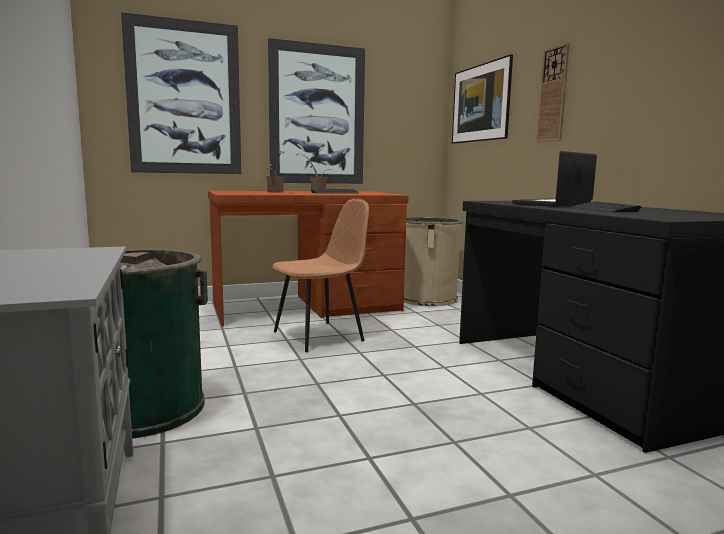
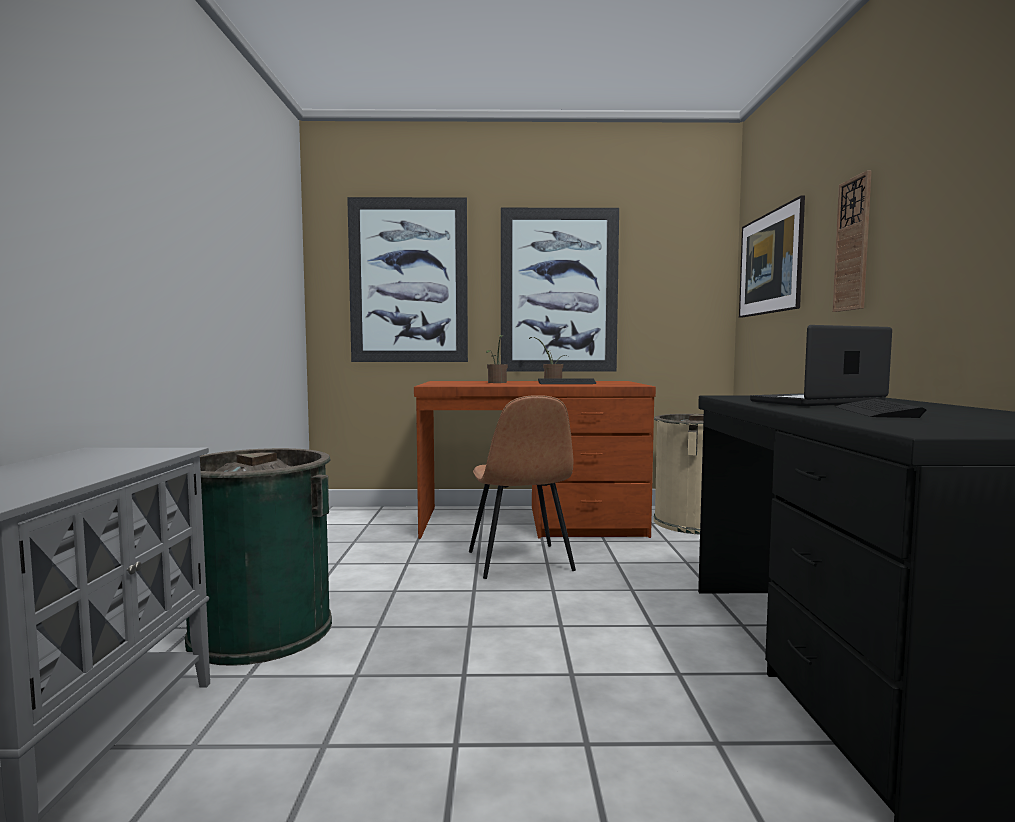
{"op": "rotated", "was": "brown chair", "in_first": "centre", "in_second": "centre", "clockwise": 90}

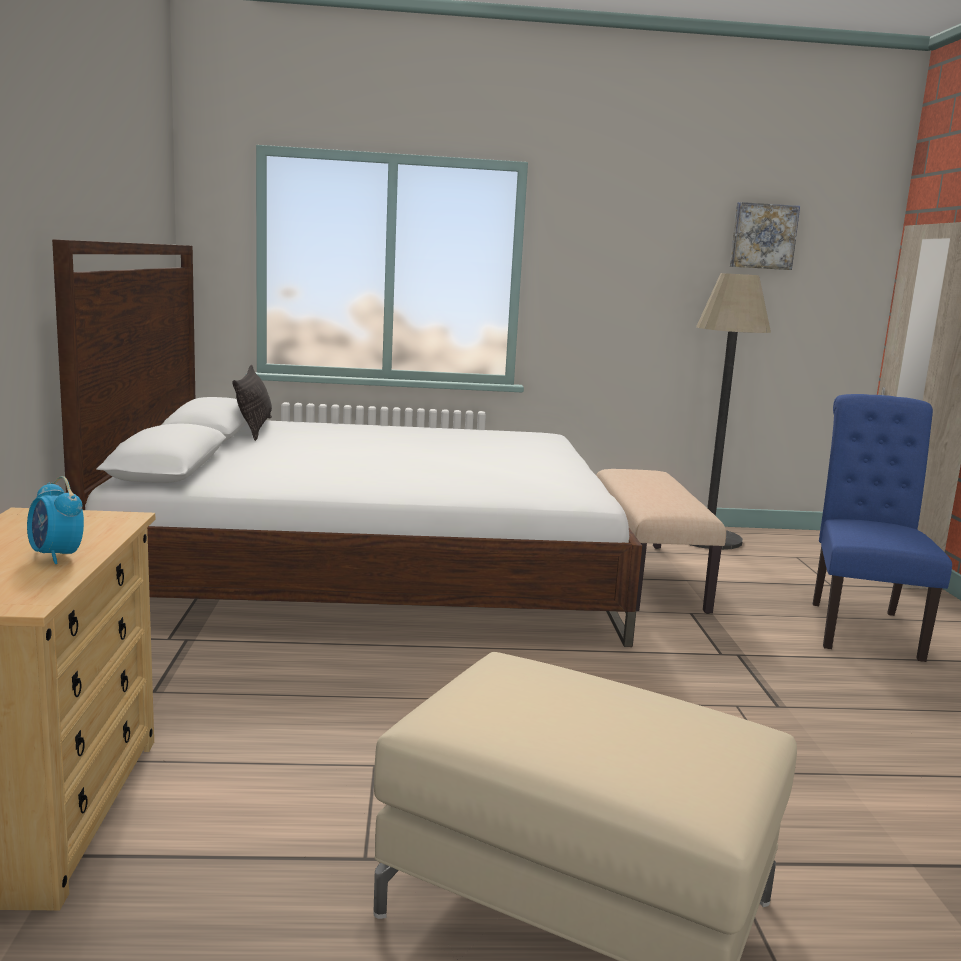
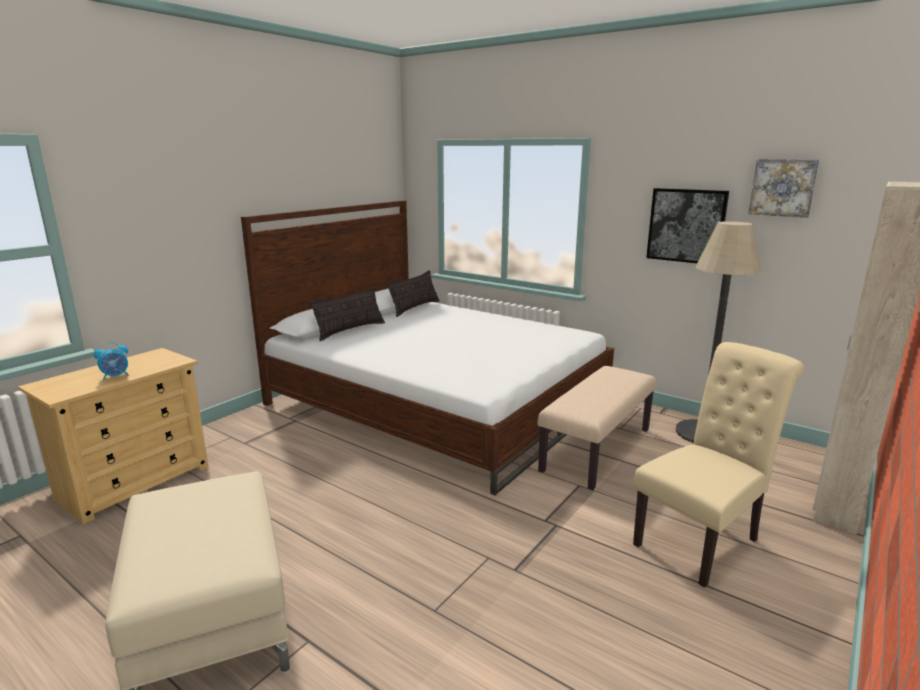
{"op": "repainted", "was": "blue chair", "now": "beige chair", "in_first": "middle right", "in_second": "bottom right"}
{"op": "rotated", "was": "alarm clock", "in_first": "middle left", "in_second": "middle left", "clockwise": -120}
{"op": "new", "now": "picture (no. 1 from left)", "in_second": "top right"}
{"op": "new", "now": "pillow (no. 1 from left)", "in_second": "centre"}

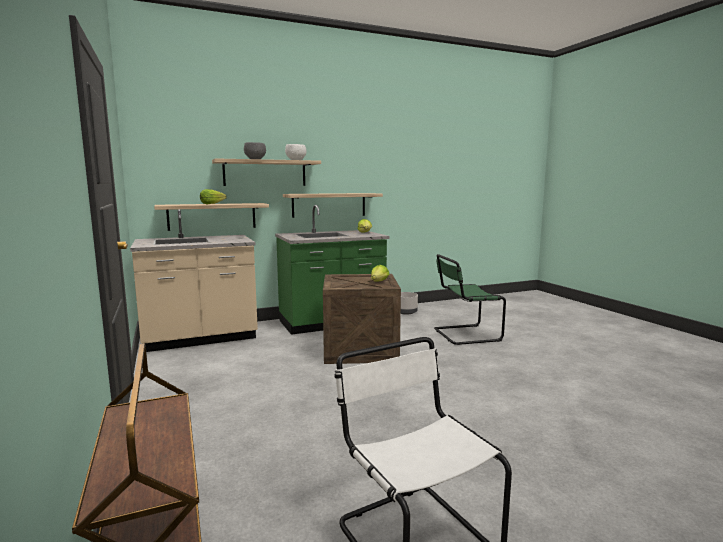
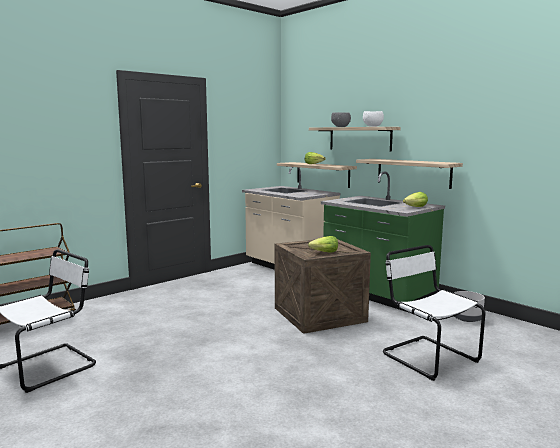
{"op": "repainted", "was": "green chair", "now": "white chair (no. 2 from left)", "in_first": "centre", "in_second": "bottom right"}

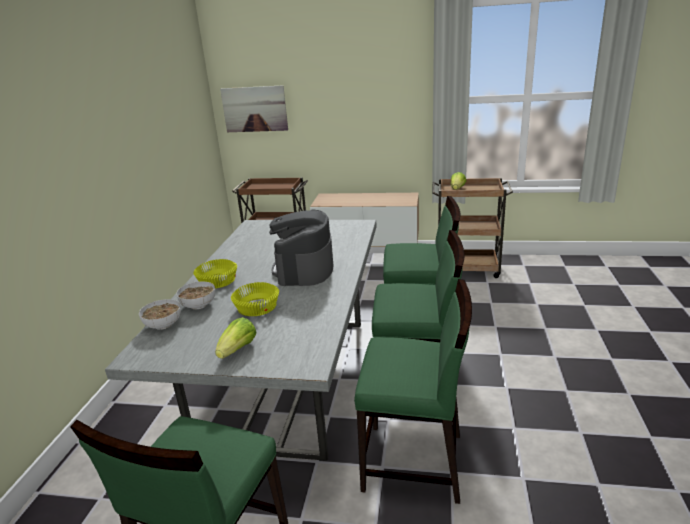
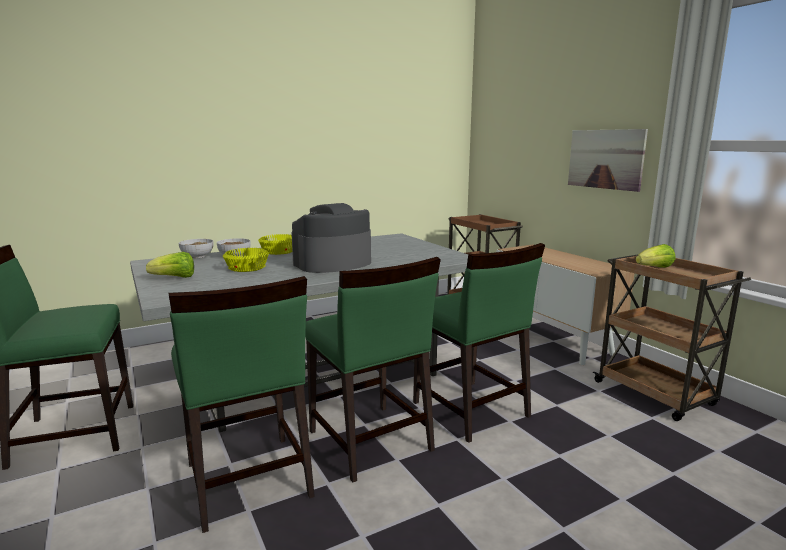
{"op": "shifted", "was": "picture", "in_first": "top centre", "in_second": "top right"}

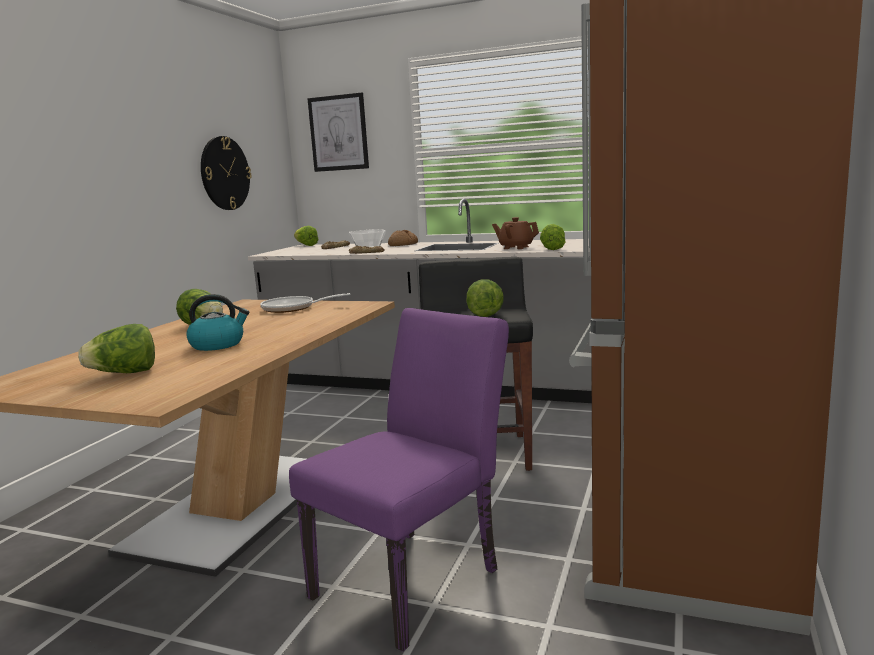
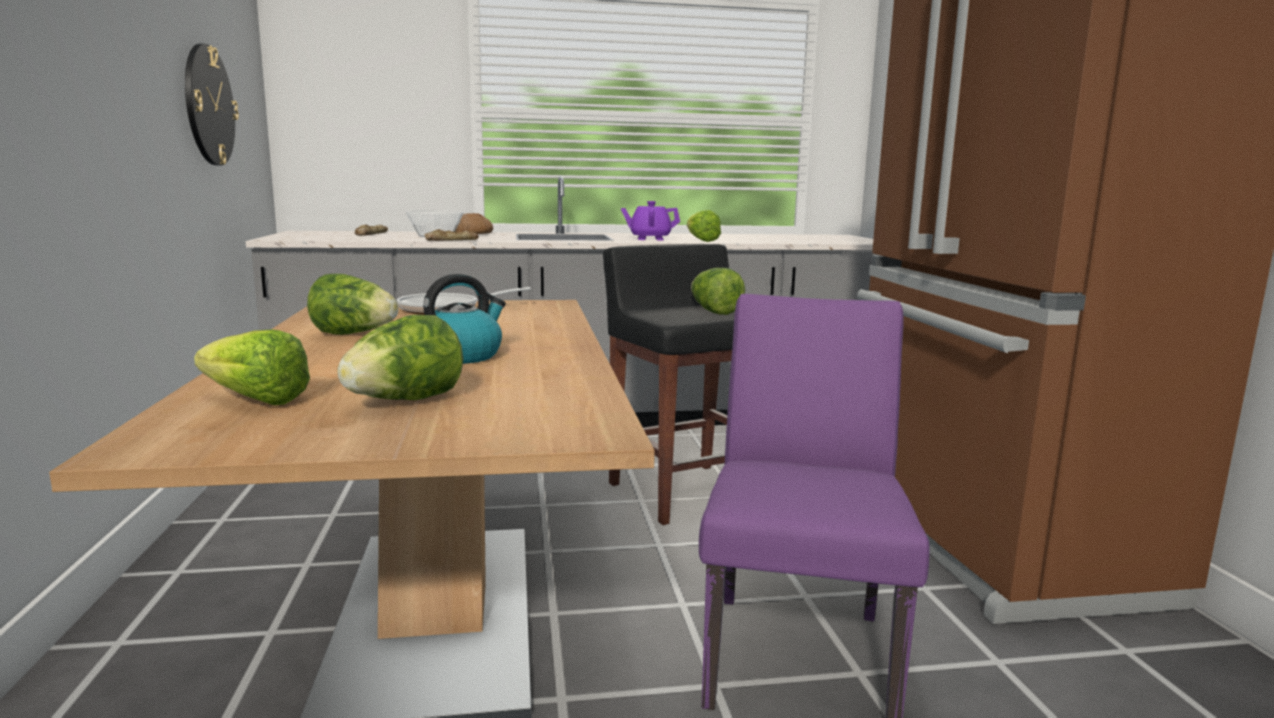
{"op": "gone", "was": "picture", "in_first": "top centre"}
{"op": "repainted", "was": "brown teapot", "now": "purple teapot", "in_first": "centre", "in_second": "top centre"}
{"op": "shifted", "was": "lettuce (no. 3 from left in the first image)", "now": "lettuce (no. 1 from left)", "in_first": "centre", "in_second": "middle left"}

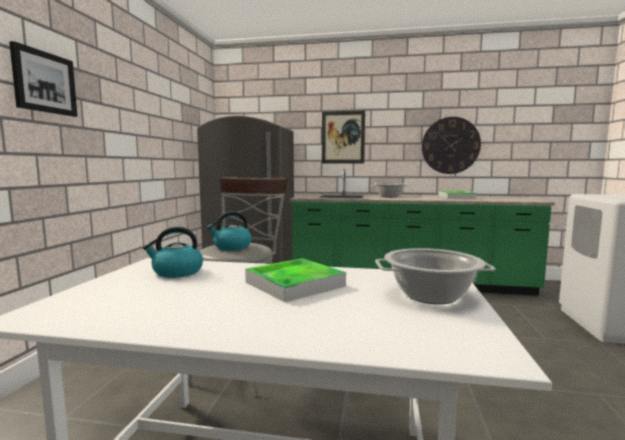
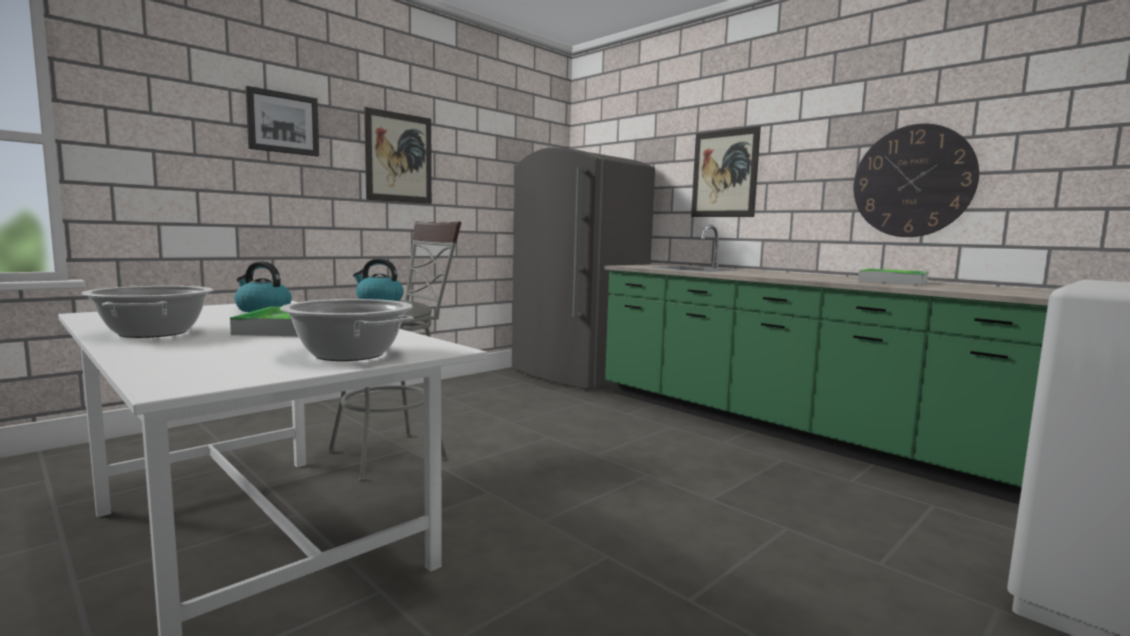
{"op": "shifted", "was": "cooking pot (no. 1 from left)", "in_first": "centre", "in_second": "middle left"}
{"op": "new", "now": "picture (no. 2 from left)", "in_second": "top centre"}

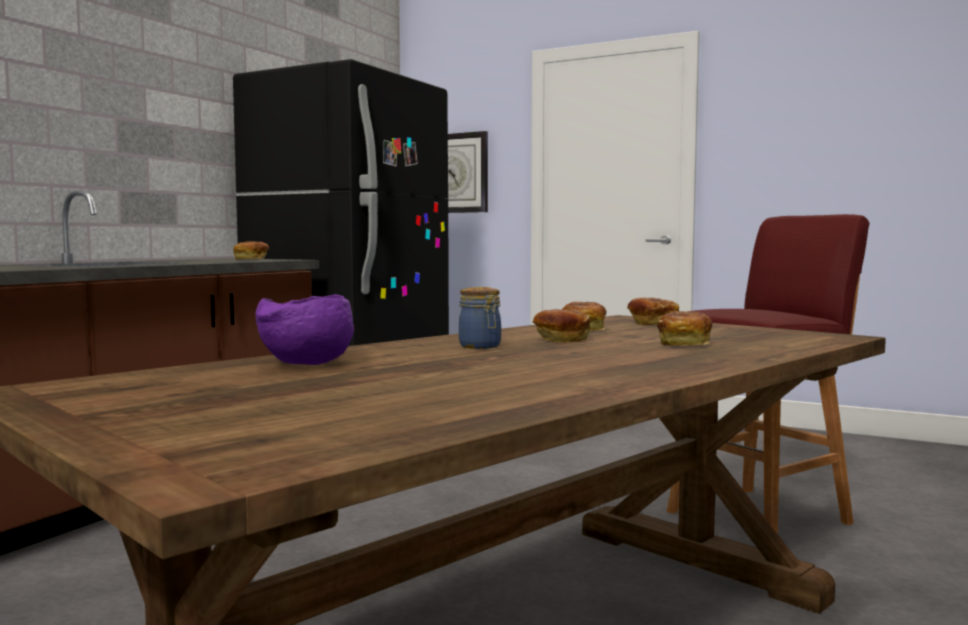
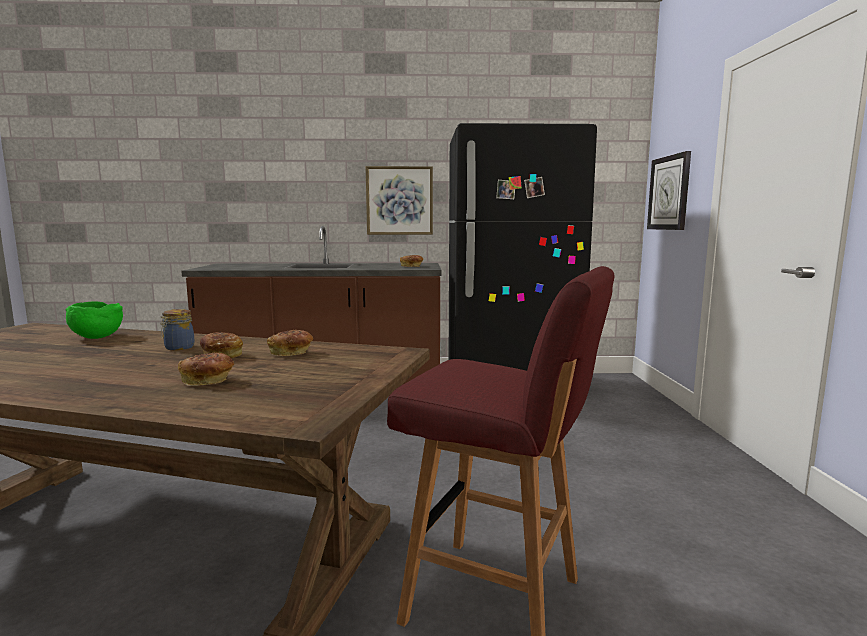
{"op": "repainted", "was": "purple bowl", "now": "green bowl", "in_first": "middle left", "in_second": "middle left"}
{"op": "gone", "was": "bread (no. 4 from left)", "in_first": "middle right"}
{"op": "new", "now": "picture", "in_second": "top centre"}

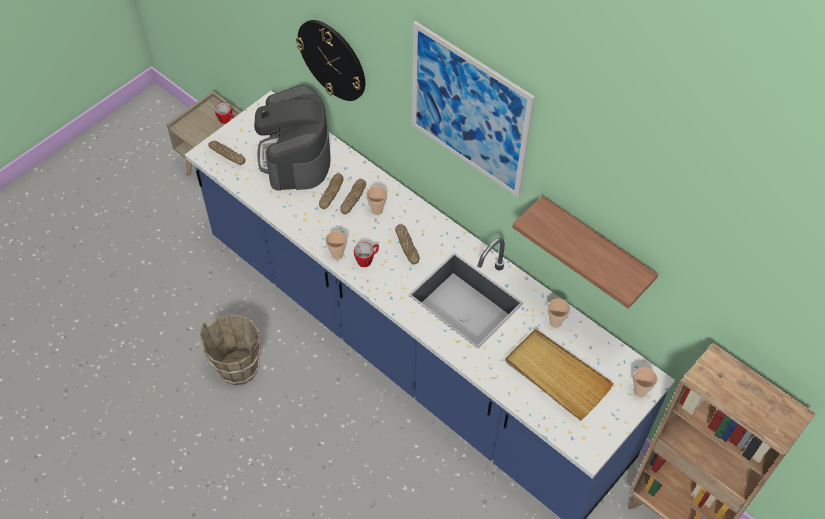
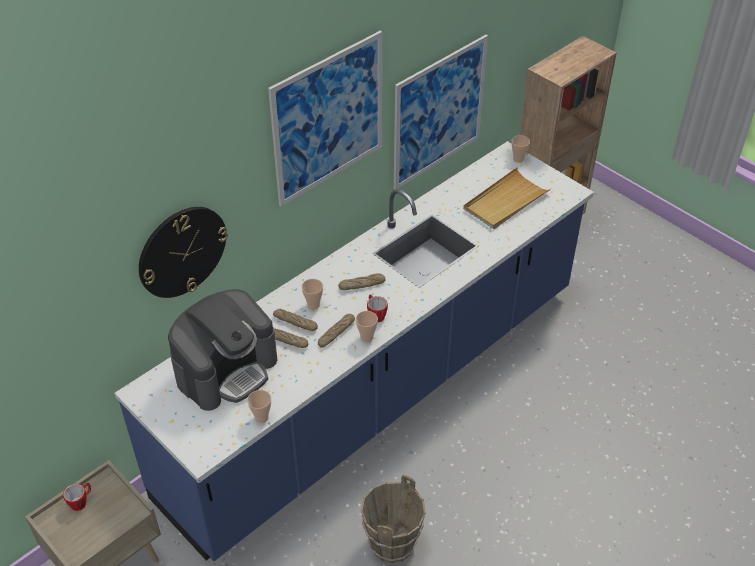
{"op": "rotated", "was": "coffee machine", "in_first": "top centre", "in_second": "middle left", "clockwise": -45}
{"op": "shifted", "was": "bread (no. 1 from left in the first image)", "now": "bread (no. 3 from left)", "in_first": "top left", "in_second": "centre"}
{"op": "swapped", "was": "shelf", "now": "picture (no. 2 from left)", "in_first": "middle right", "in_second": "top centre"}
{"op": "shifted", "was": "cup (no. 3 from left in the first image)", "now": "cup (no. 1 from left)", "in_first": "middle right", "in_second": "bottom centre"}

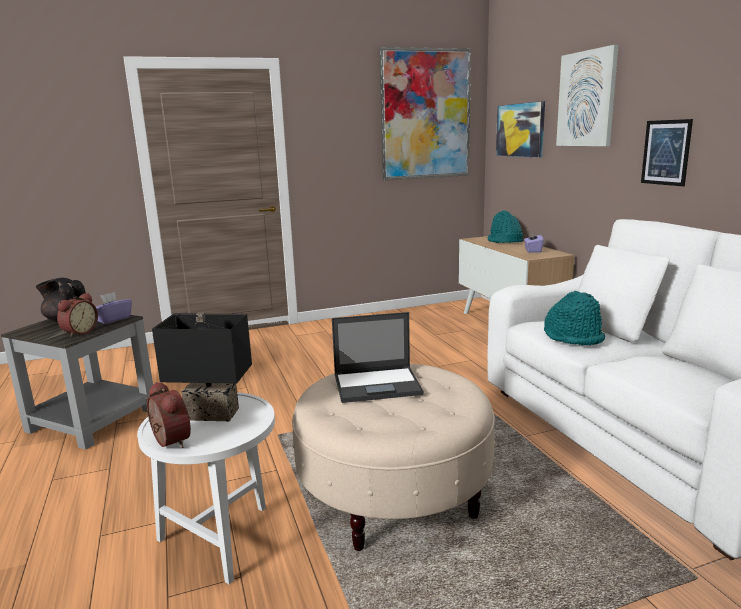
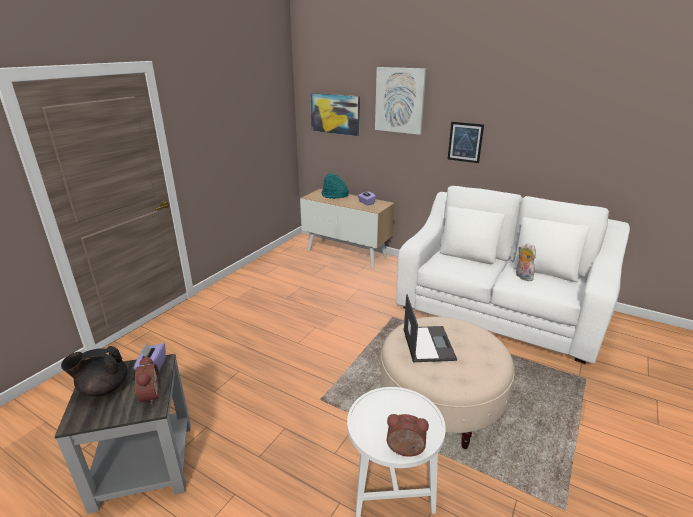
{"op": "gone", "was": "picture (no. 1 from left)", "in_first": "top centre"}
{"op": "gone", "was": "turquoise hat (no. 2 from left)", "in_first": "middle right"}
{"op": "rotated", "was": "laptop", "in_first": "centre", "in_second": "centre", "clockwise": -45}
{"op": "gone", "was": "black table lamp", "in_first": "middle left"}
{"op": "new", "now": "plush toy", "in_second": "middle right"}

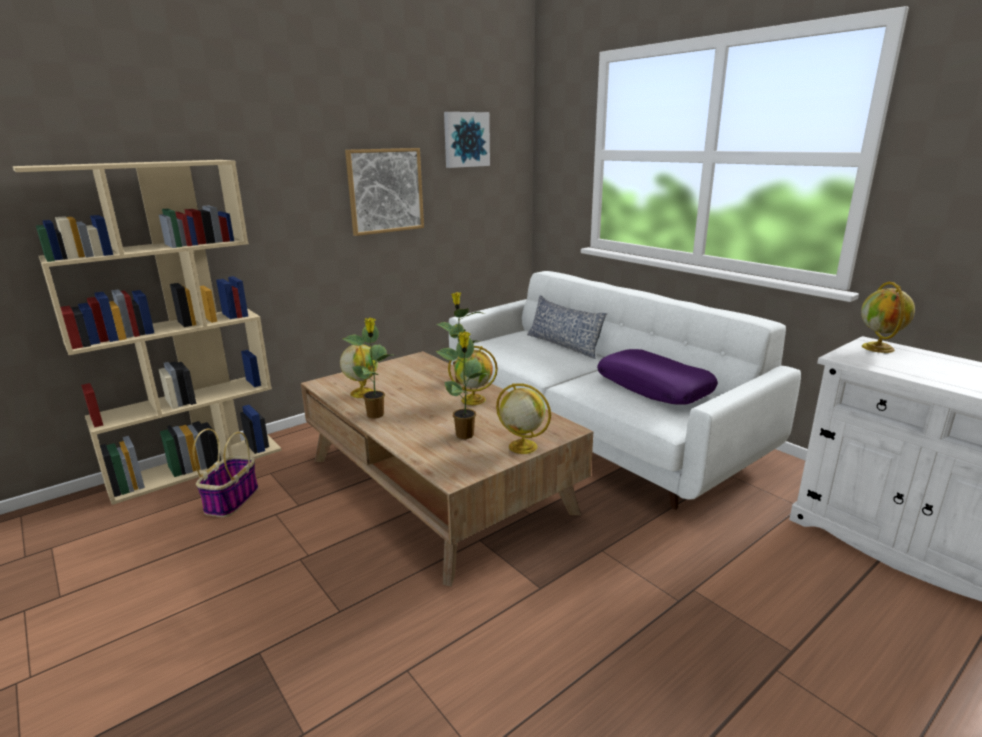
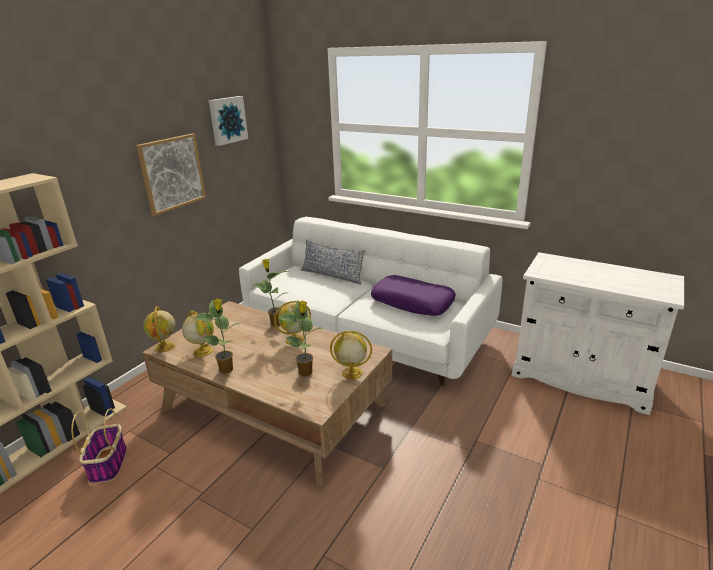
{"op": "shifted", "was": "globe (no. 4 from left in the first image)", "now": "globe (no. 1 from left)", "in_first": "middle right", "in_second": "middle left"}

